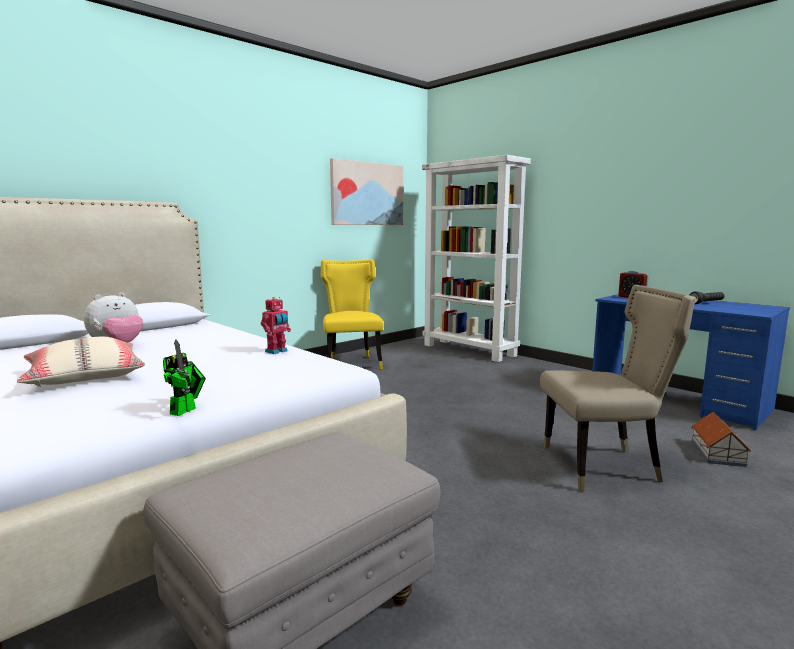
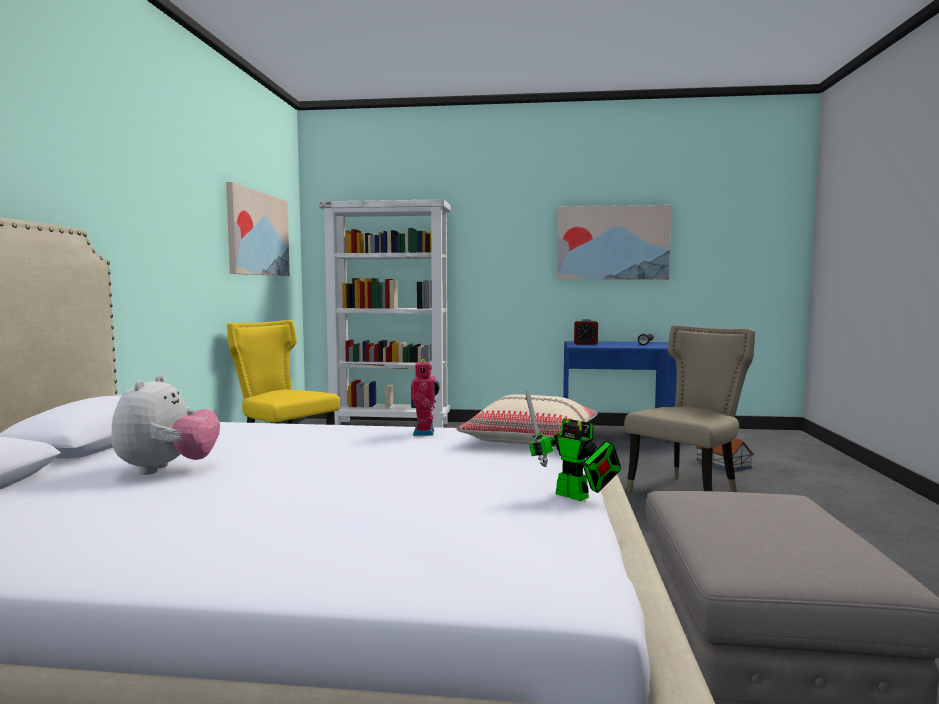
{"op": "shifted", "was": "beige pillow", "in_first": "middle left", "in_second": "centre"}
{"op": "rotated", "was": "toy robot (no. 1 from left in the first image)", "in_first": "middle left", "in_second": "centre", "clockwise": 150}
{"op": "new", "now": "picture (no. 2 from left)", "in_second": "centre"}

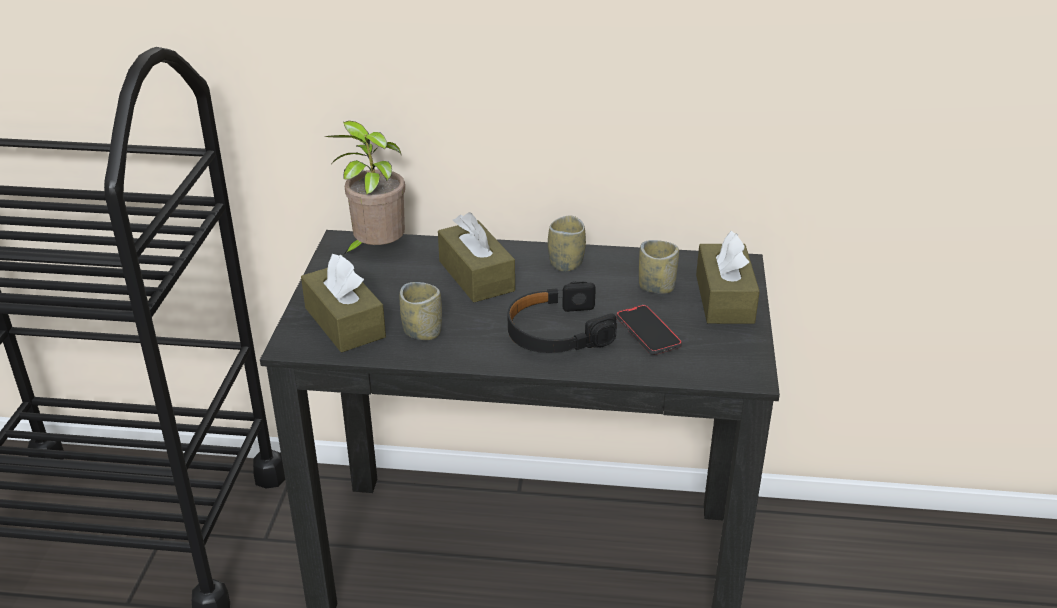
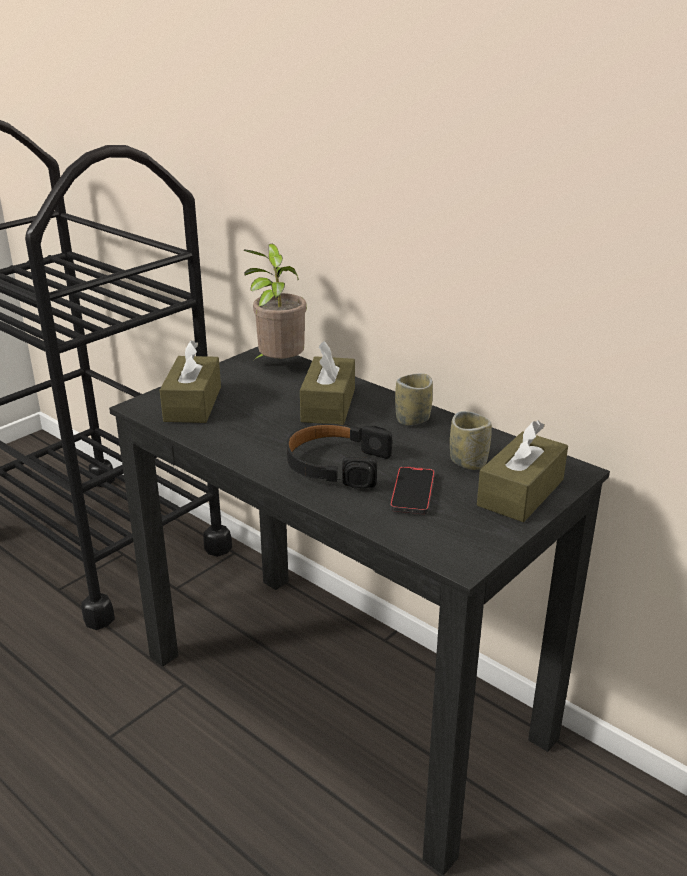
{"op": "gone", "was": "cup (no. 1 from left)", "in_first": "centre"}

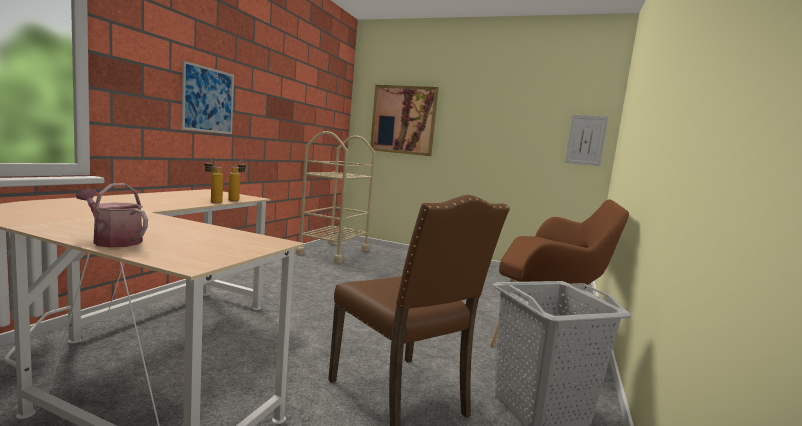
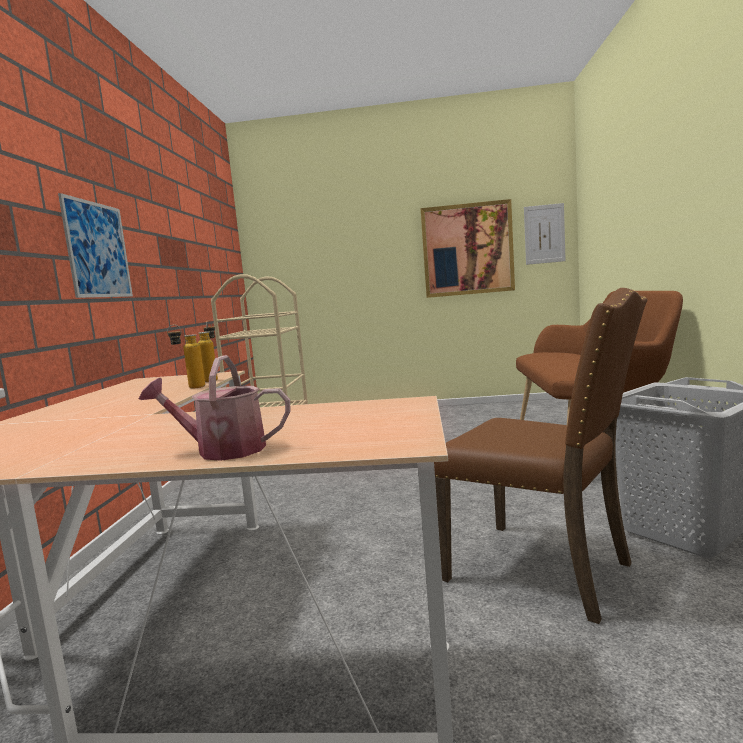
{"op": "shifted", "was": "picture (no. 2 from left)", "in_first": "top centre", "in_second": "centre"}

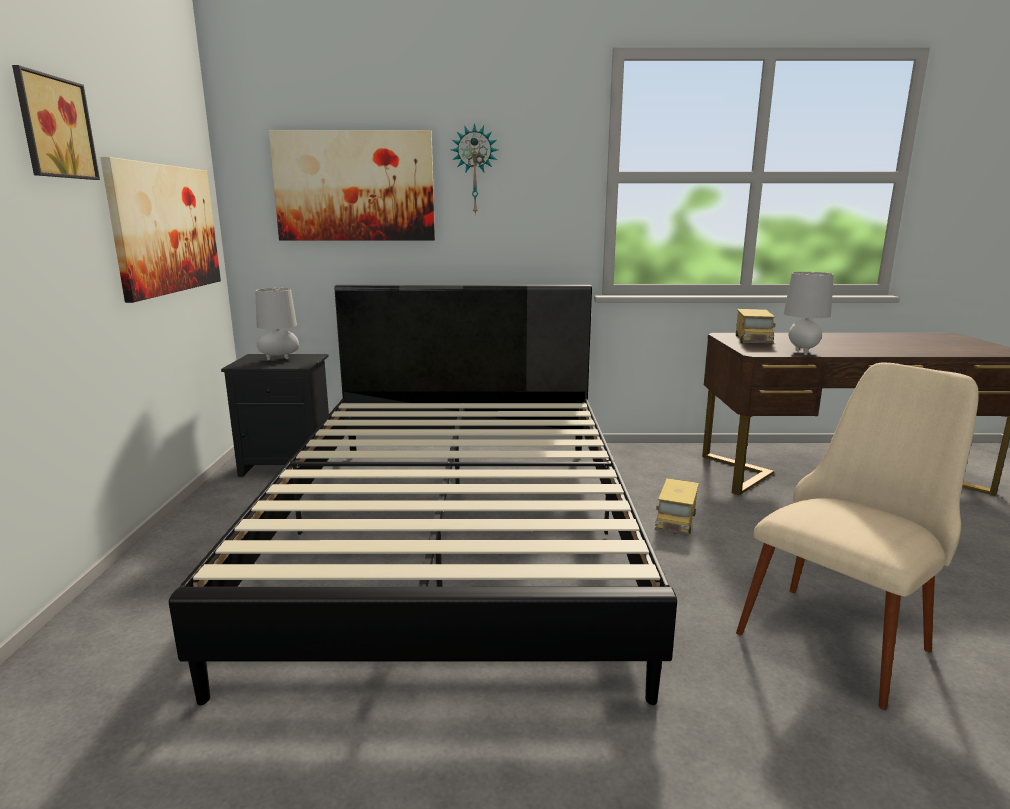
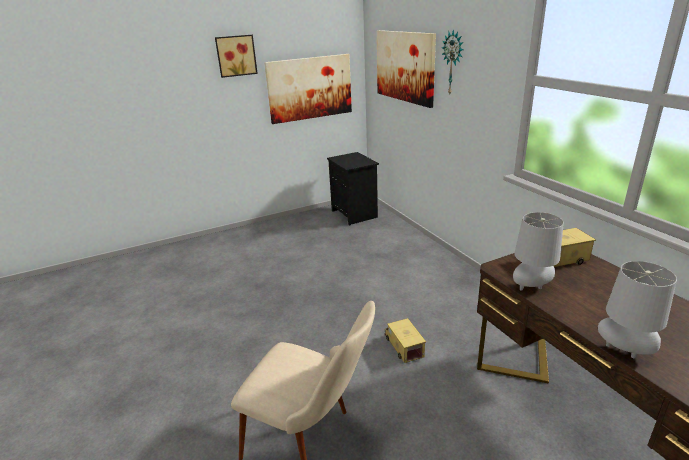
{"op": "gone", "was": "black bed", "in_first": "centre"}
{"op": "shifted", "was": "grey table lamp (no. 1 from left in the first image)", "now": "grey table lamp (no. 2 from left)", "in_first": "middle left", "in_second": "bottom right"}
{"op": "rotated", "was": "toy truck (no. 1 from left)", "in_first": "middle right", "in_second": "bottom centre", "clockwise": 75}

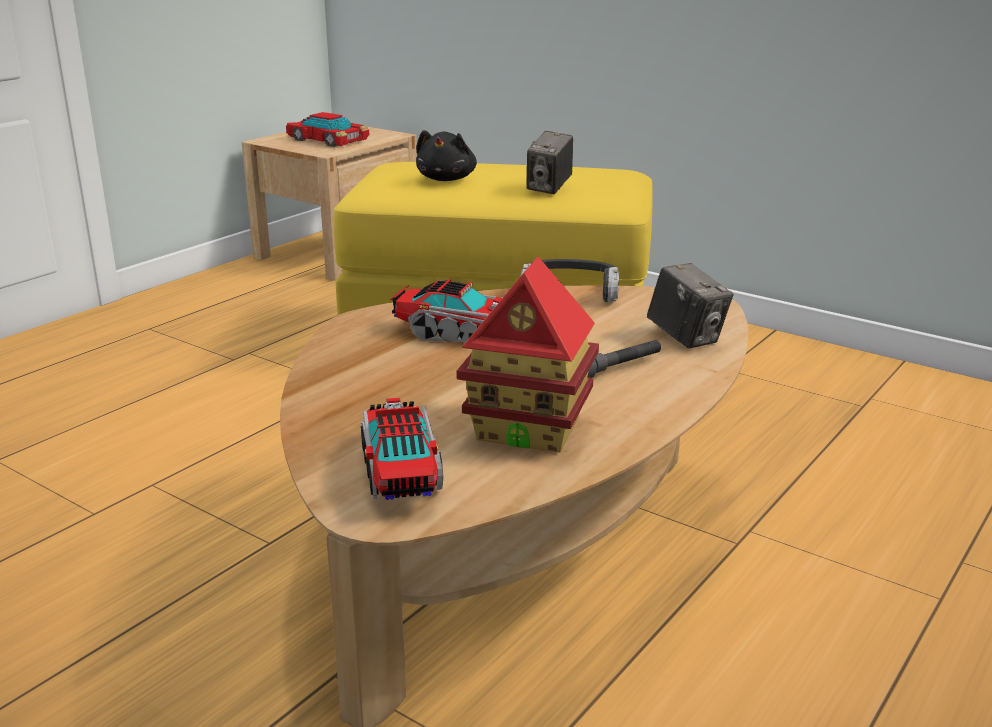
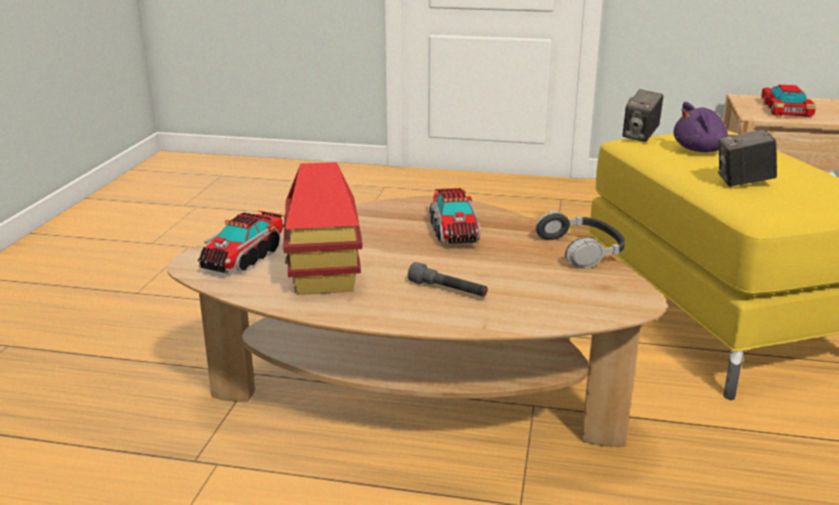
{"op": "repainted", "was": "black plush toy", "now": "purple plush toy", "in_first": "top centre", "in_second": "top right"}
{"op": "shifted", "was": "photo camera (no. 2 from left in the first image)", "now": "photo camera (no. 1 from left)", "in_first": "middle right", "in_second": "top right"}
{"op": "rotated", "was": "toy truck (no. 1 from left)", "in_first": "centre", "in_second": "middle left", "clockwise": 150}

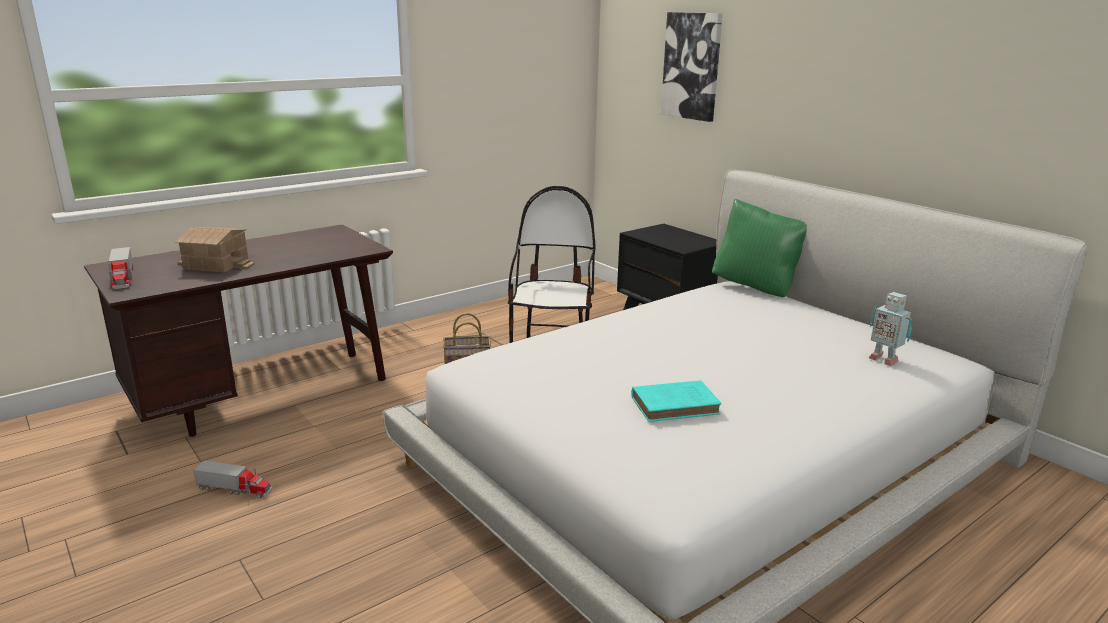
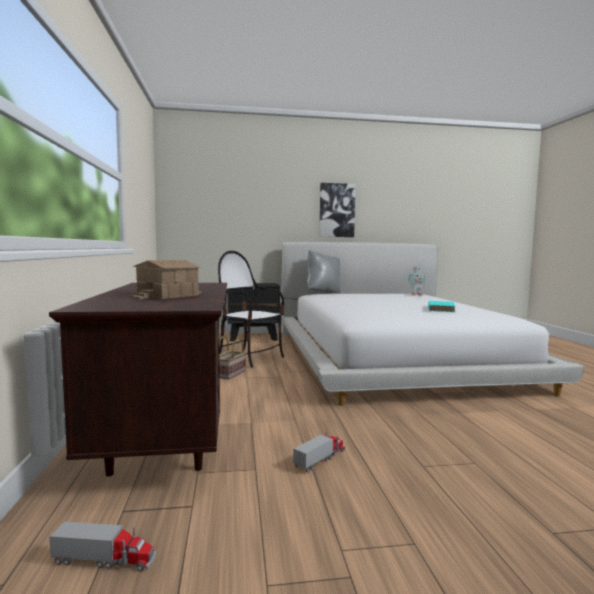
{"op": "shifted", "was": "picture", "in_first": "top centre", "in_second": "centre"}
{"op": "repainted", "was": "green pillow", "now": "grey pillow", "in_first": "middle right", "in_second": "centre"}
{"op": "shifted", "was": "toy truck (no. 1 from left)", "in_first": "middle left", "in_second": "bottom left"}

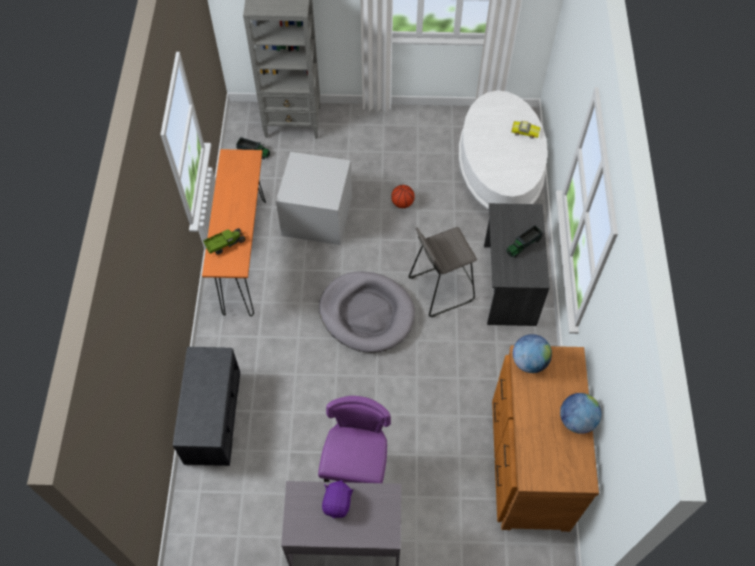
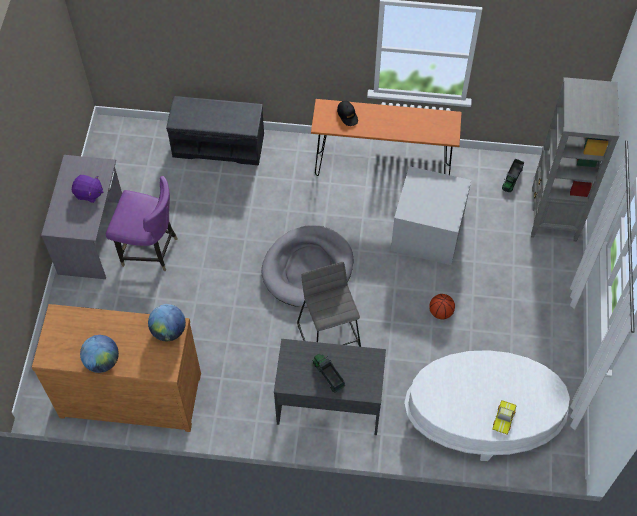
{"op": "swapped", "was": "toy truck (no. 1 from left)", "now": "black cap", "in_first": "middle left", "in_second": "top centre"}

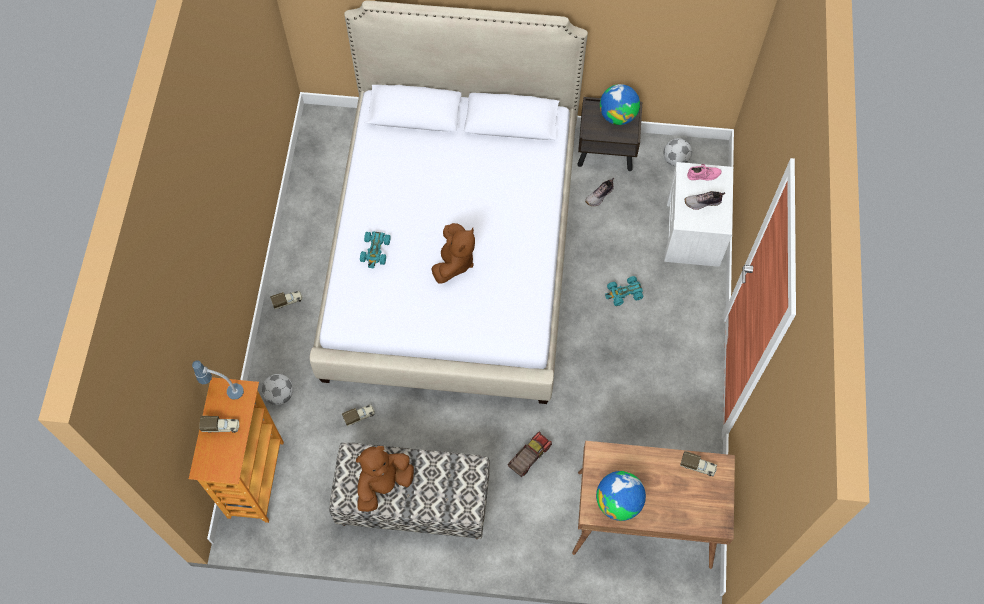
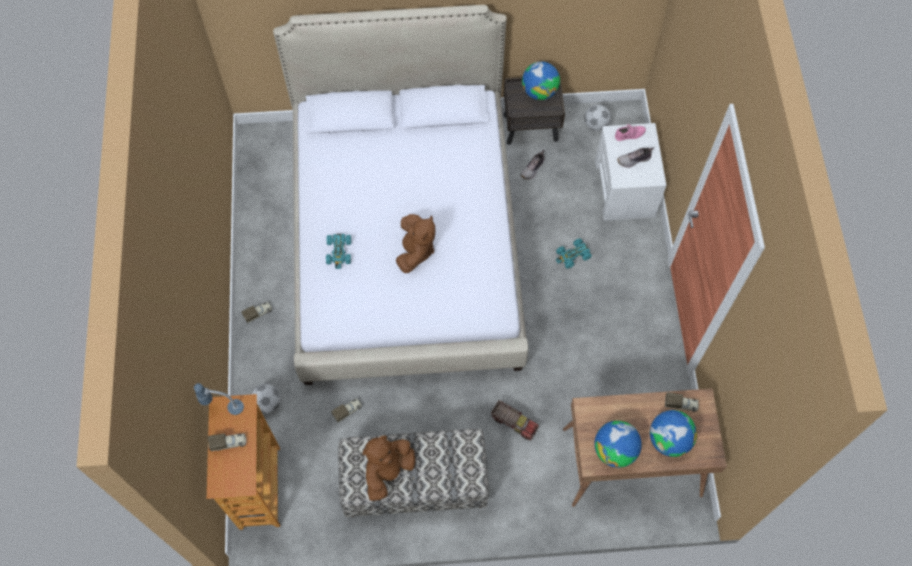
{"op": "rotated", "was": "toy truck (no. 4 from left)", "in_first": "bottom centre", "in_second": "bottom centre", "clockwise": 90}
{"op": "new", "now": "globe (no. 3 from left)", "in_second": "bottom right"}

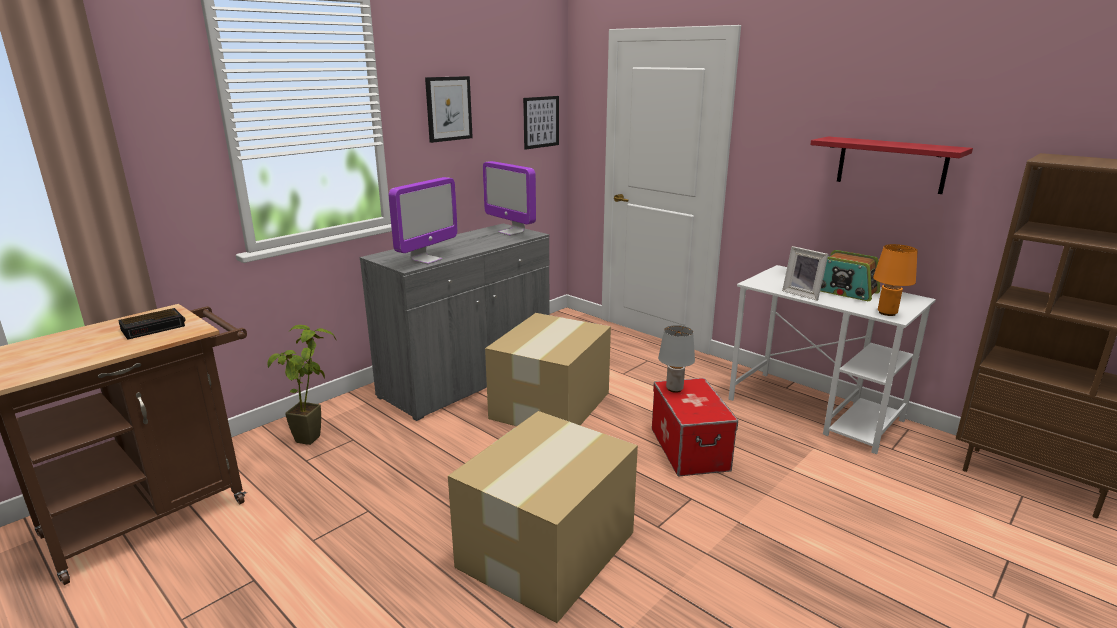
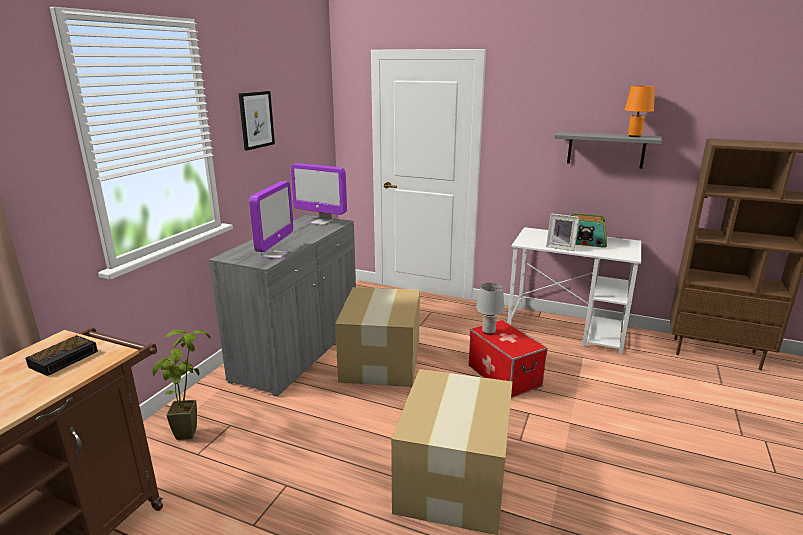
{"op": "gone", "was": "picture (no. 2 from left)", "in_first": "top centre"}
{"op": "repainted", "was": "red shelf", "now": "grey shelf", "in_first": "top right", "in_second": "top right"}
{"op": "shifted", "was": "orange table lamp", "in_first": "middle right", "in_second": "top right"}

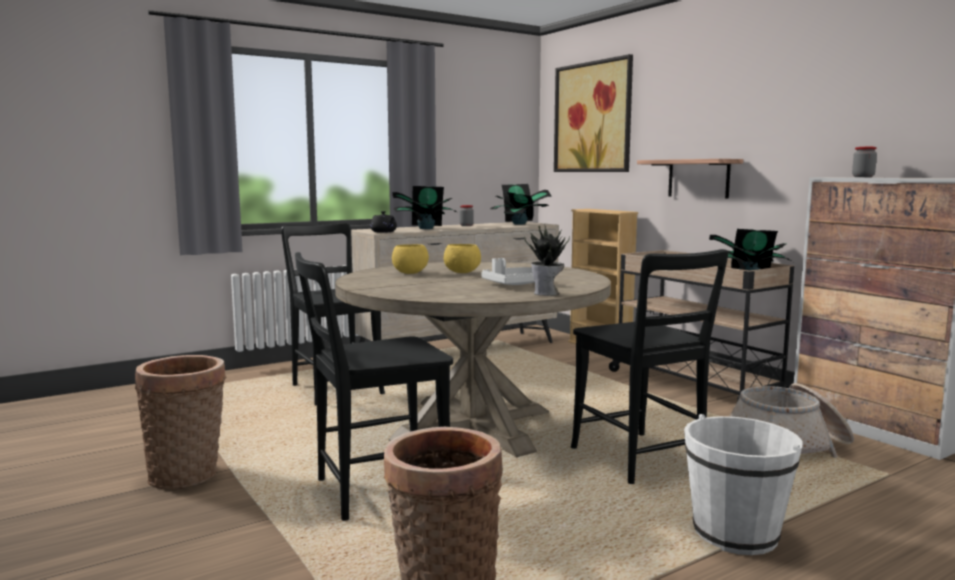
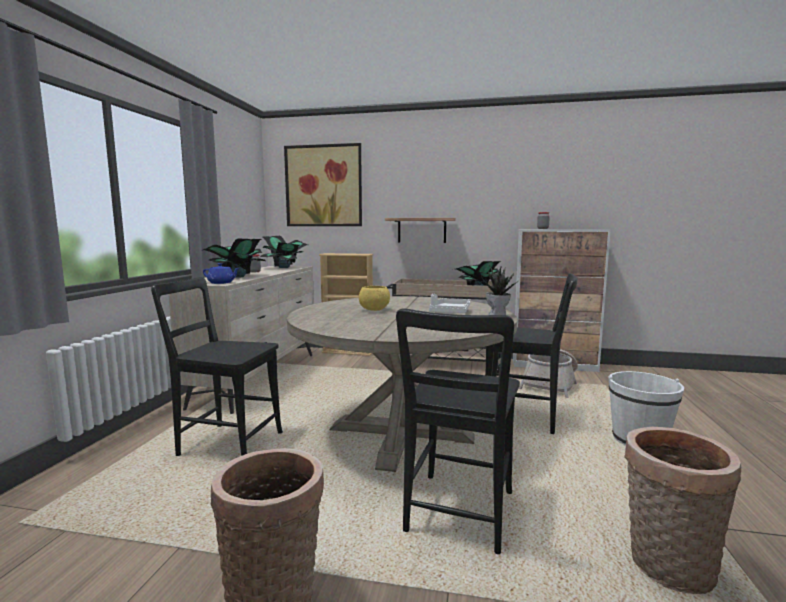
{"op": "repainted", "was": "black teapot", "now": "blue teapot", "in_first": "centre", "in_second": "middle left"}
{"op": "gone", "was": "yellow bowl (no. 1 from left)", "in_first": "centre"}

